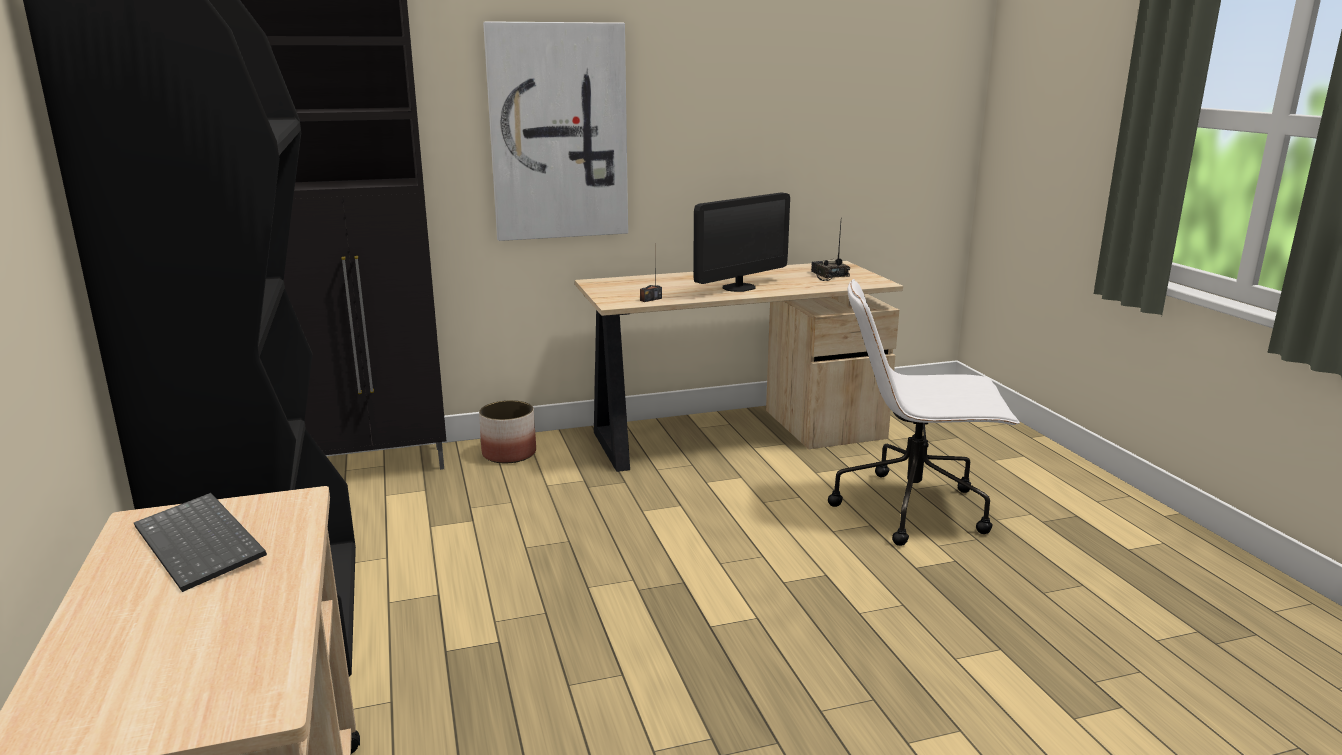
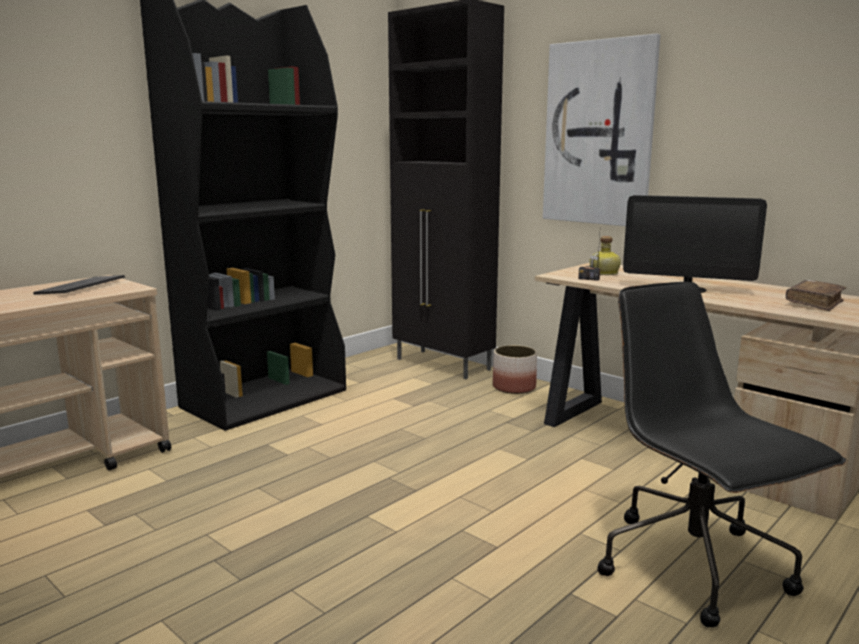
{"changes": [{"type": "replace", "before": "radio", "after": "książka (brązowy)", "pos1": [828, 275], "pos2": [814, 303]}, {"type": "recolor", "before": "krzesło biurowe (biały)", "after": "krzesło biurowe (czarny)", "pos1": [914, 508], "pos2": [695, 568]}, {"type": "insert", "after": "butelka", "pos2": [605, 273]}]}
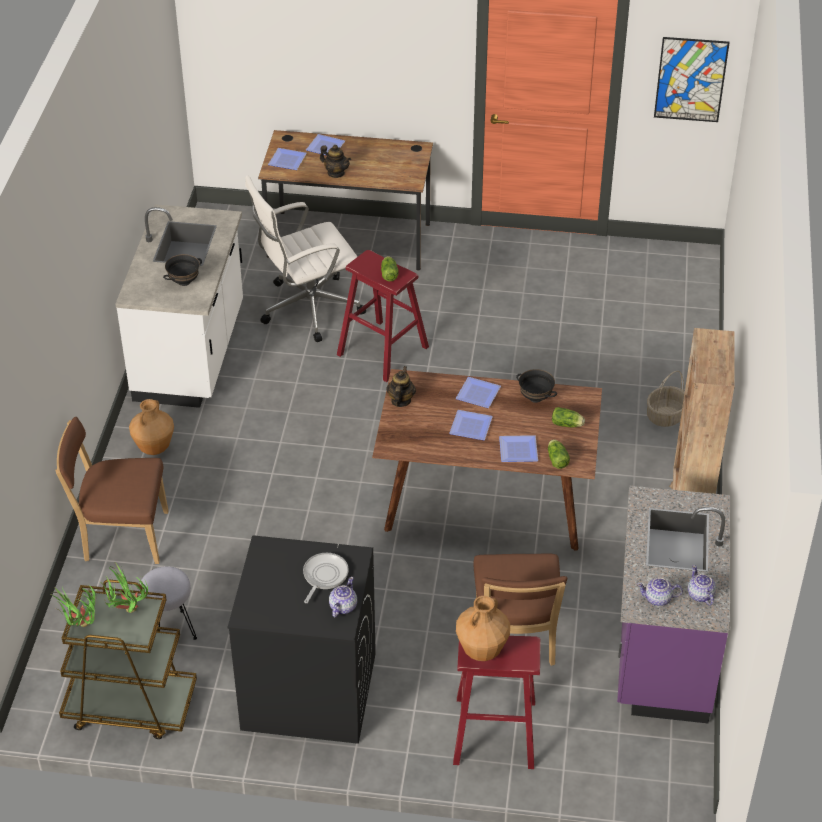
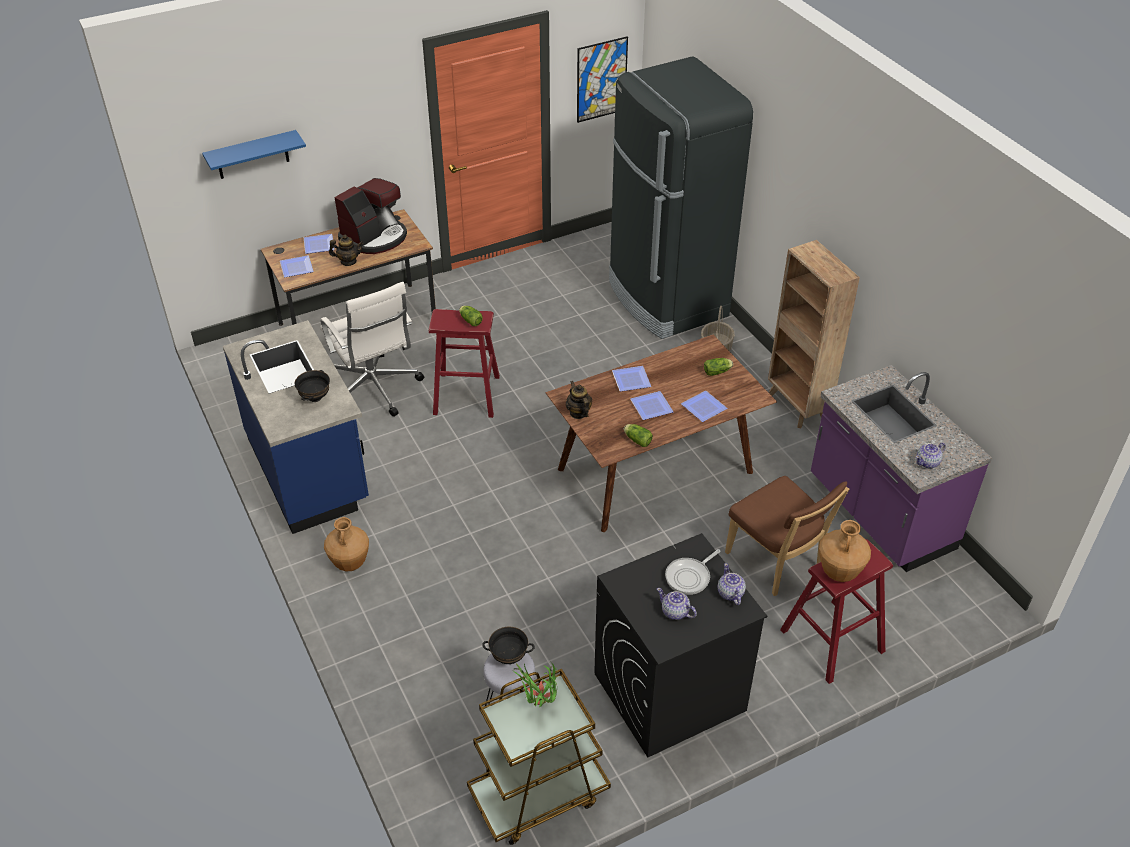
{"changes": [{"type": "delete", "before": "roślina doniczkowa", "pos1": [80, 628]}, {"type": "delete", "before": "krzesło (brązowy)", "pos1": [121, 536]}, {"type": "recolor", "before": "zabudowa kuchenna (biały)", "after": "zabudowa kuchenna (niebieski)", "pos1": [191, 354], "pos2": [309, 470]}, {"type": "rotate", "before": "krzesło biurowe (biały)", "pos1": [307, 308], "pos2": [374, 389], "turn": -60}, {"type": "rotate", "before": "patelnia", "pos1": [324, 576], "pos2": [690, 577], "turn": -120}, {"type": "move", "before": "miska (czarny)", "pos1": [536, 397], "pos2": [509, 656]}, {"type": "move", "before": "sałata", "pos1": [556, 459], "pos2": [636, 440]}, {"type": "move", "before": "imbryk", "pos1": [700, 595], "pos2": [675, 612]}, {"type": "insert", "after": "półka (niebieski)", "pos2": [252, 155]}, {"type": "insert", "after": "ekspres do kawy", "pos2": [375, 237]}, {"type": "insert", "after": "lodówka (czarny)", "pos2": [666, 300]}]}
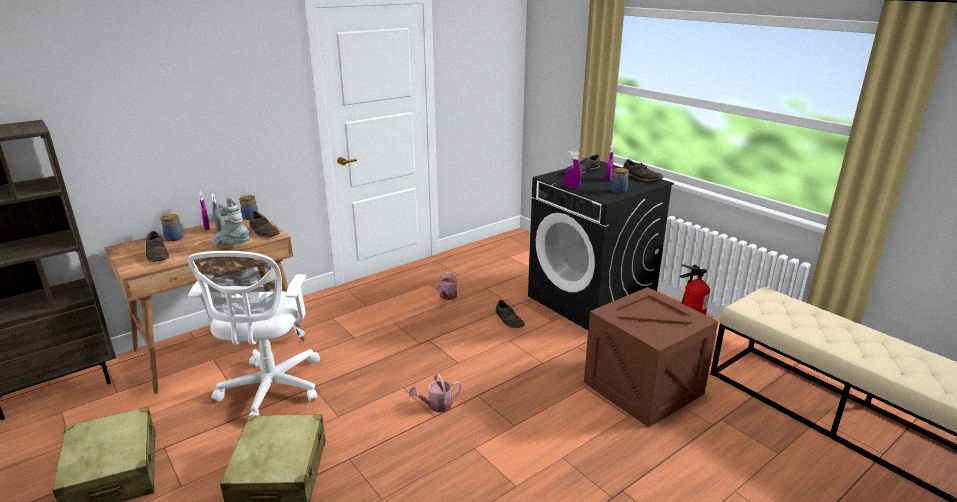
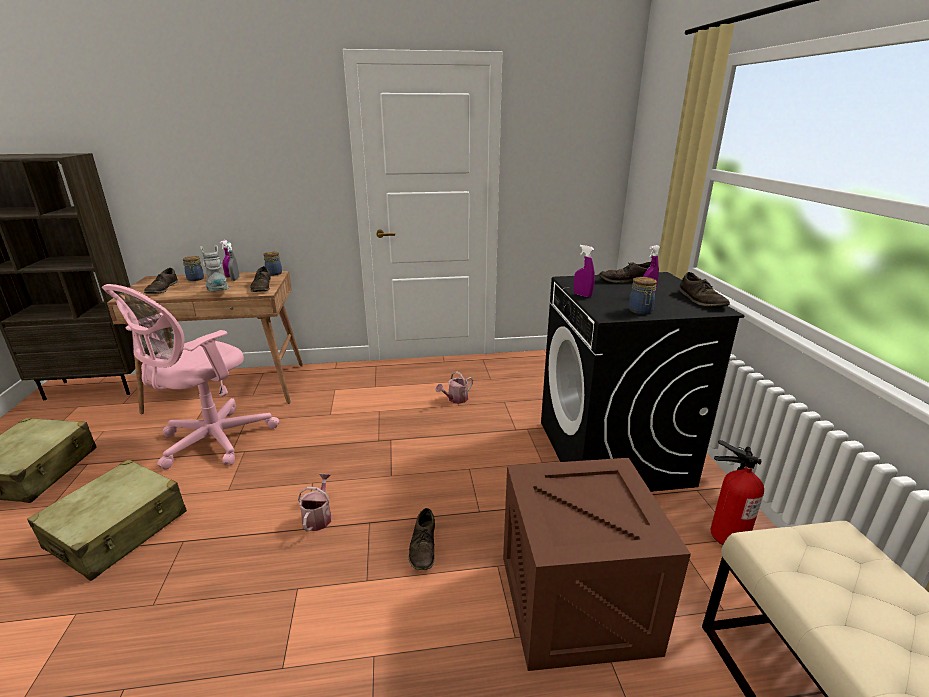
{"changes": [{"type": "recolor", "before": "krzesło biurowe (biały)", "after": "krzesło biurowe (różowy)", "pos1": [270, 391], "pos2": [211, 442]}, {"type": "rotate", "before": "konewka", "pos1": [436, 405], "pos2": [318, 517], "turn": 90}, {"type": "move", "before": "but (brązowy)", "pos1": [509, 320], "pos2": [423, 546]}]}
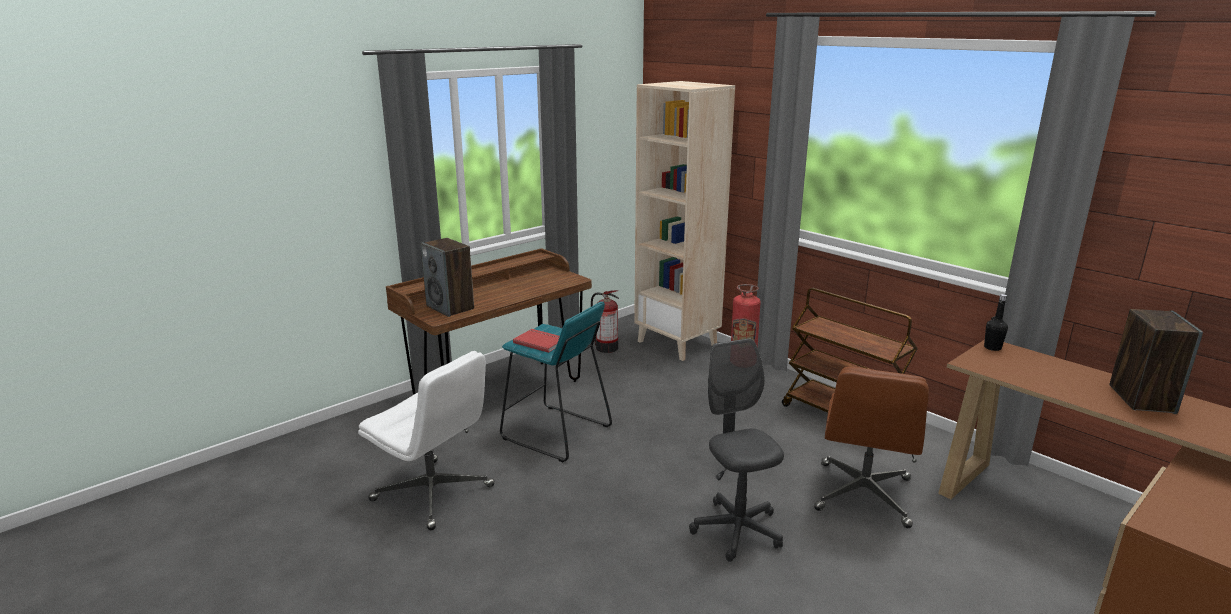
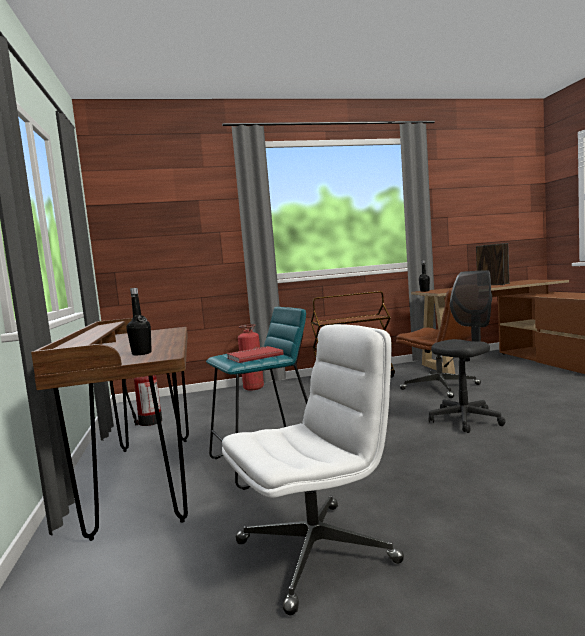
{"changes": [{"type": "replace", "before": "głośnik", "after": "butelka (czarny)", "pos1": [450, 307], "pos2": [141, 353]}, {"type": "delete", "before": "regał (beżowy)", "pos1": [678, 343]}, {"type": "rotate", "before": "krzesło biurowe (szary)", "pos1": [737, 530], "pos2": [465, 420], "turn": 135}]}
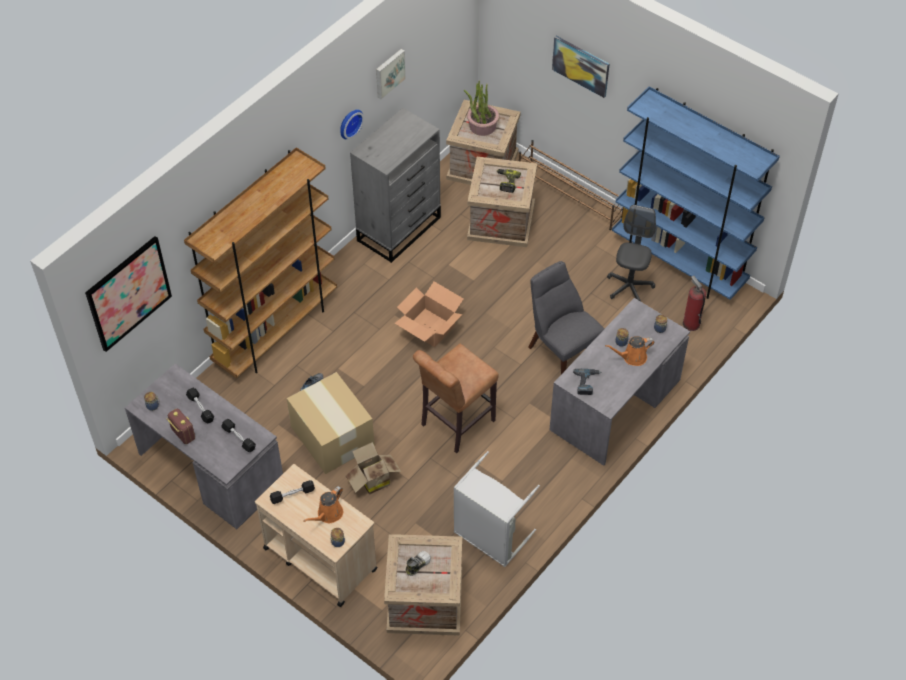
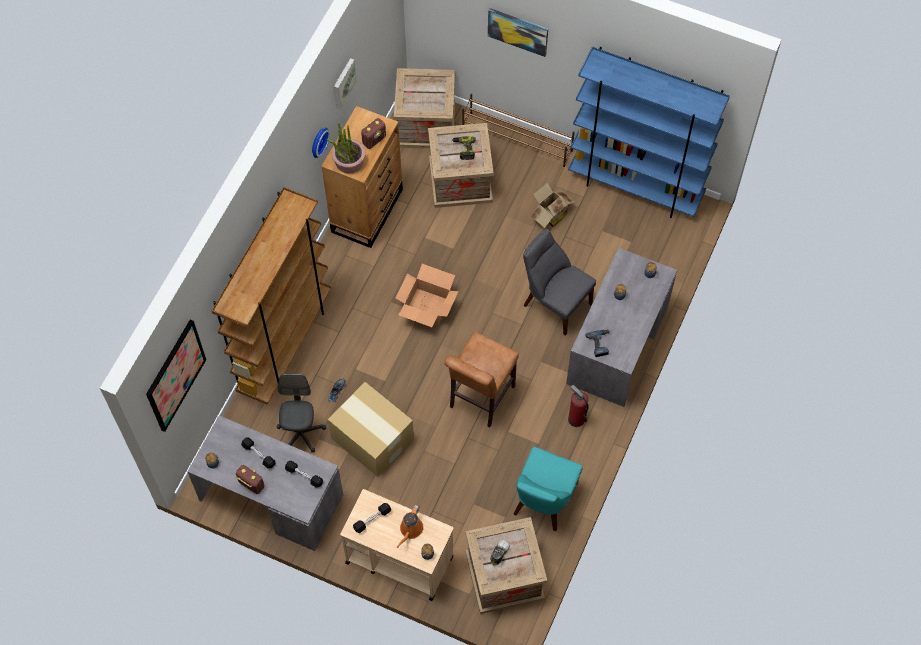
{"changes": [{"type": "move", "before": "karton", "pos1": [372, 480], "pos2": [550, 214]}, {"type": "recolor", "before": "komoda (szary)", "after": "komoda (brązowy)", "pos1": [399, 228], "pos2": [367, 210]}, {"type": "replace", "before": "kosz na pranie (szary)", "after": "krzesło (turkusowy)", "pos1": [489, 537], "pos2": [543, 501]}, {"type": "move", "before": "roślina doniczkowa", "pos1": [482, 126], "pos2": [349, 161]}, {"type": "delete", "before": "konewka (pomarańczowy)", "pos1": [632, 357]}, {"type": "move", "before": "krzesło biurowe (szary)", "pos1": [629, 287], "pos2": [301, 433]}, {"type": "move", "before": "gaśnica", "pos1": [691, 324], "pos2": [576, 419]}, {"type": "insert", "after": "radio", "pos2": [374, 140]}]}
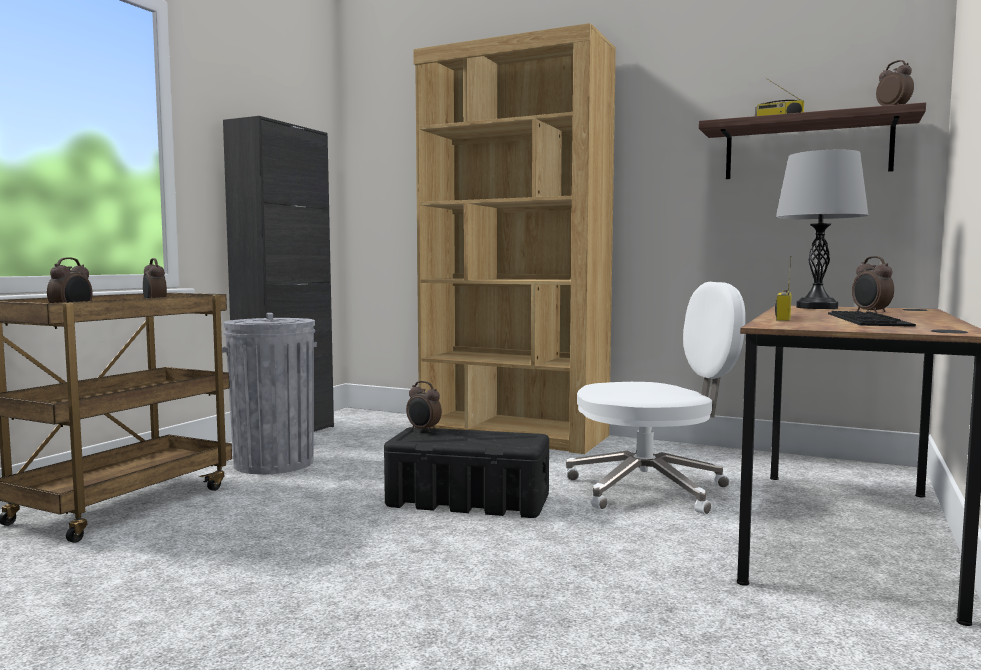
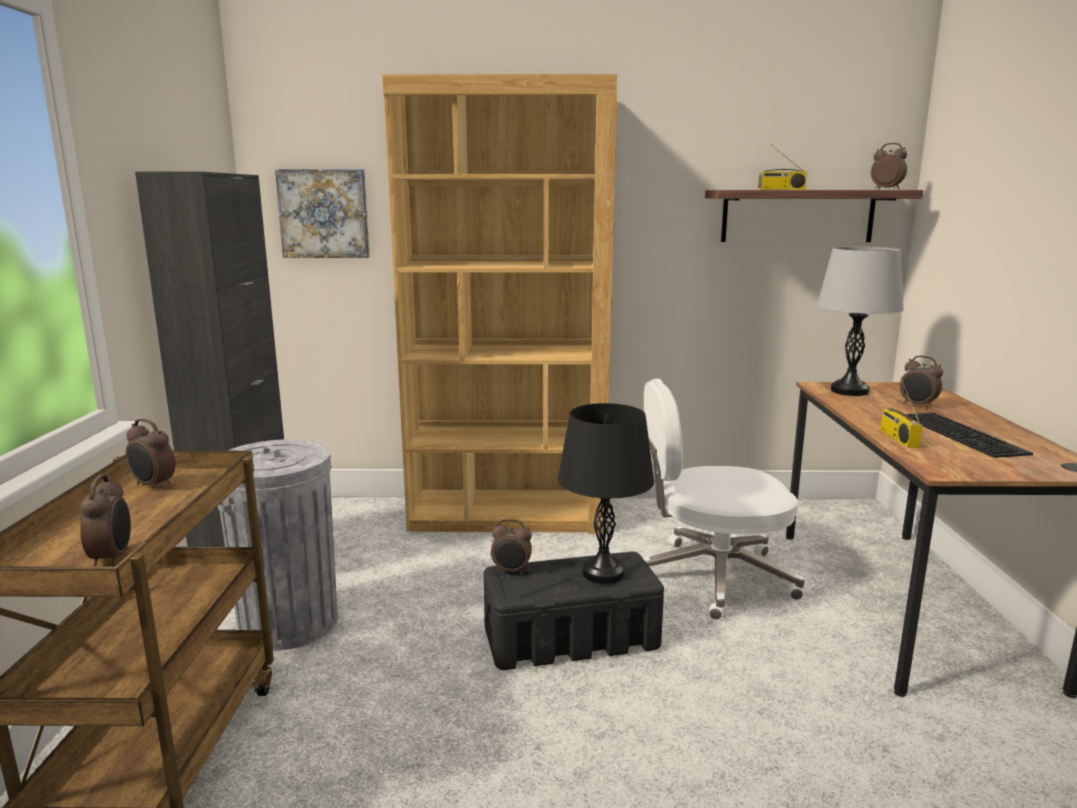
{"changes": [{"type": "rotate", "before": "krzesło biurowe (biały)", "pos1": [651, 489], "pos2": [712, 577], "turn": -150}, {"type": "insert", "after": "obraz", "pos2": [324, 213]}, {"type": "insert", "after": "lampa stołowa (czarny)", "pos2": [603, 573]}]}
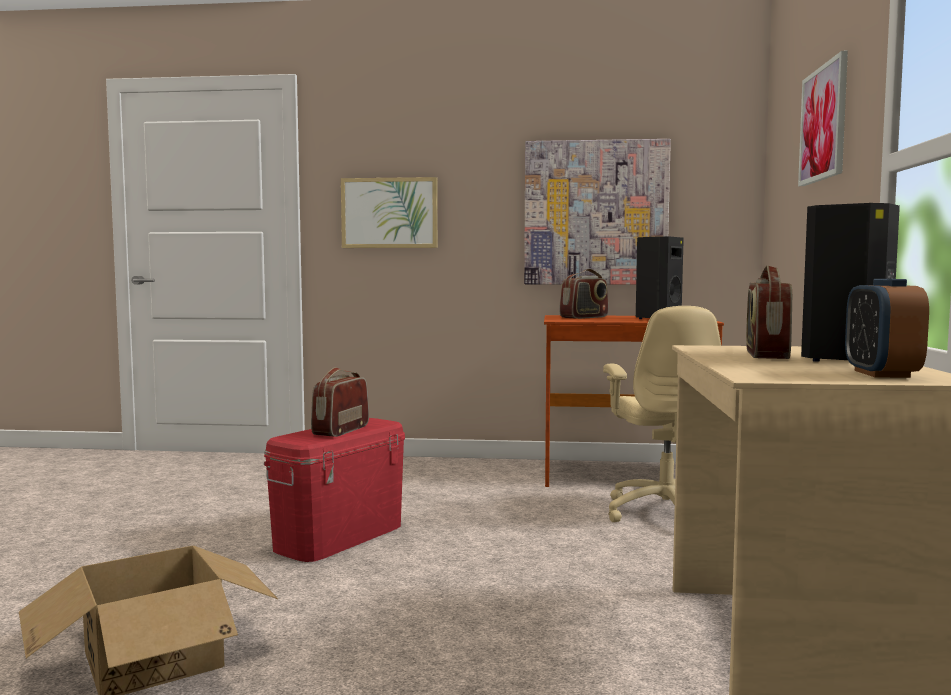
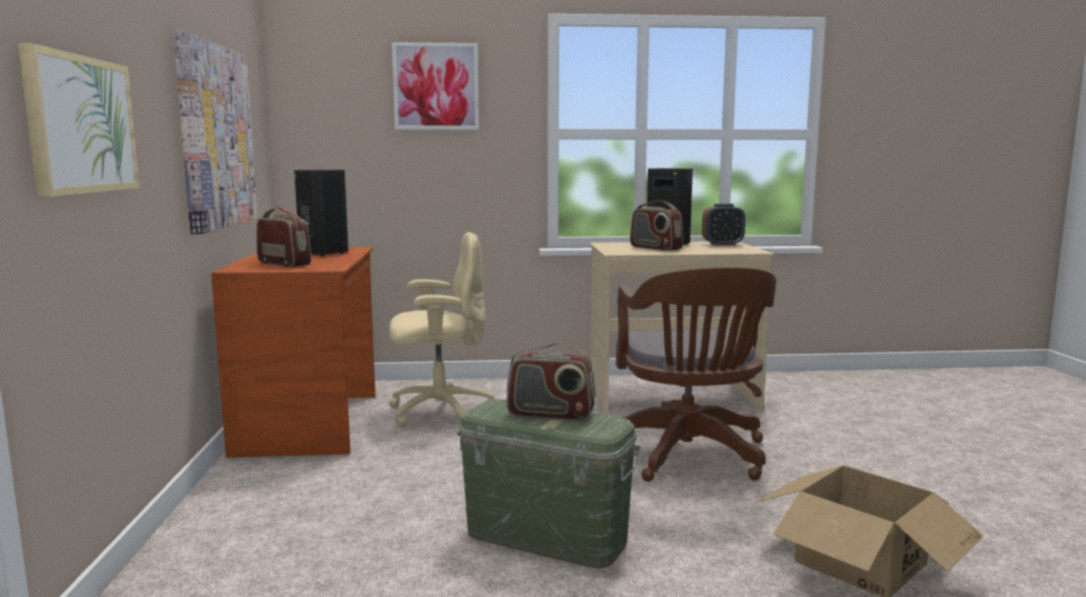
{"changes": [{"type": "recolor", "before": "pojemnik do przechowywania (czerwony)", "after": "pojemnik do przechowywania (zielony)", "pos1": [339, 537], "pos2": [547, 537]}, {"type": "rotate", "before": "radio", "pos1": [765, 354], "pos2": [655, 248], "turn": 45}, {"type": "insert", "after": "krzesło biurowe (brązowy)", "pos2": [688, 456]}]}
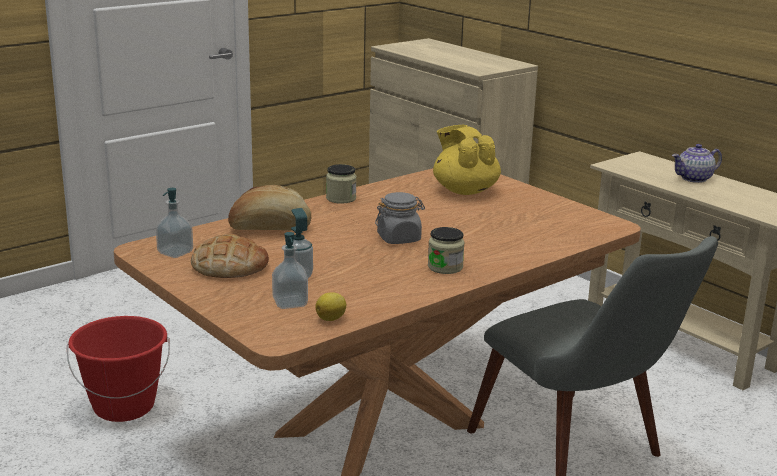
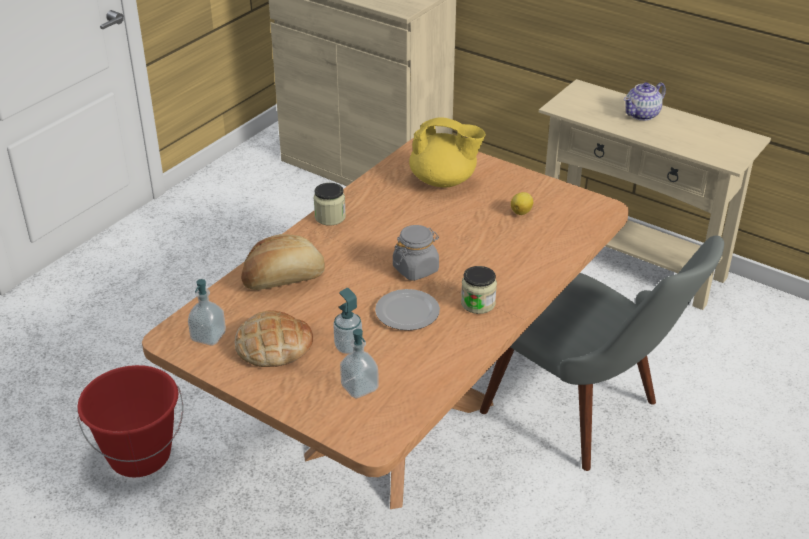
{"changes": [{"type": "move", "before": "cytryna", "pos1": [331, 319], "pos2": [521, 212]}, {"type": "rotate", "before": "imbryk (żółty)", "pos1": [464, 190], "pos2": [444, 181], "turn": 150}, {"type": "insert", "after": "talerz", "pos2": [406, 312]}]}
